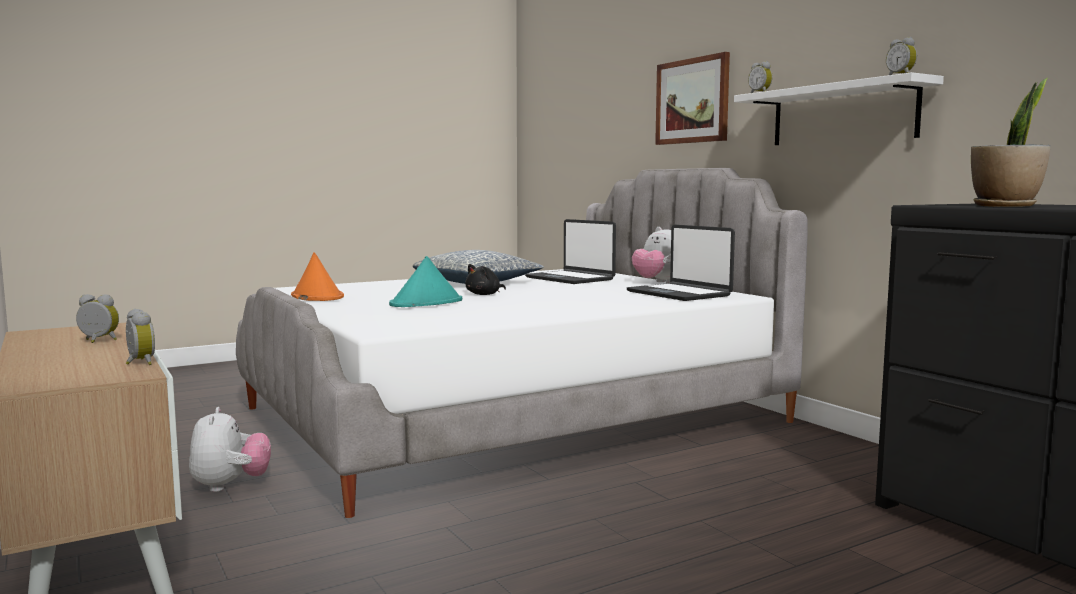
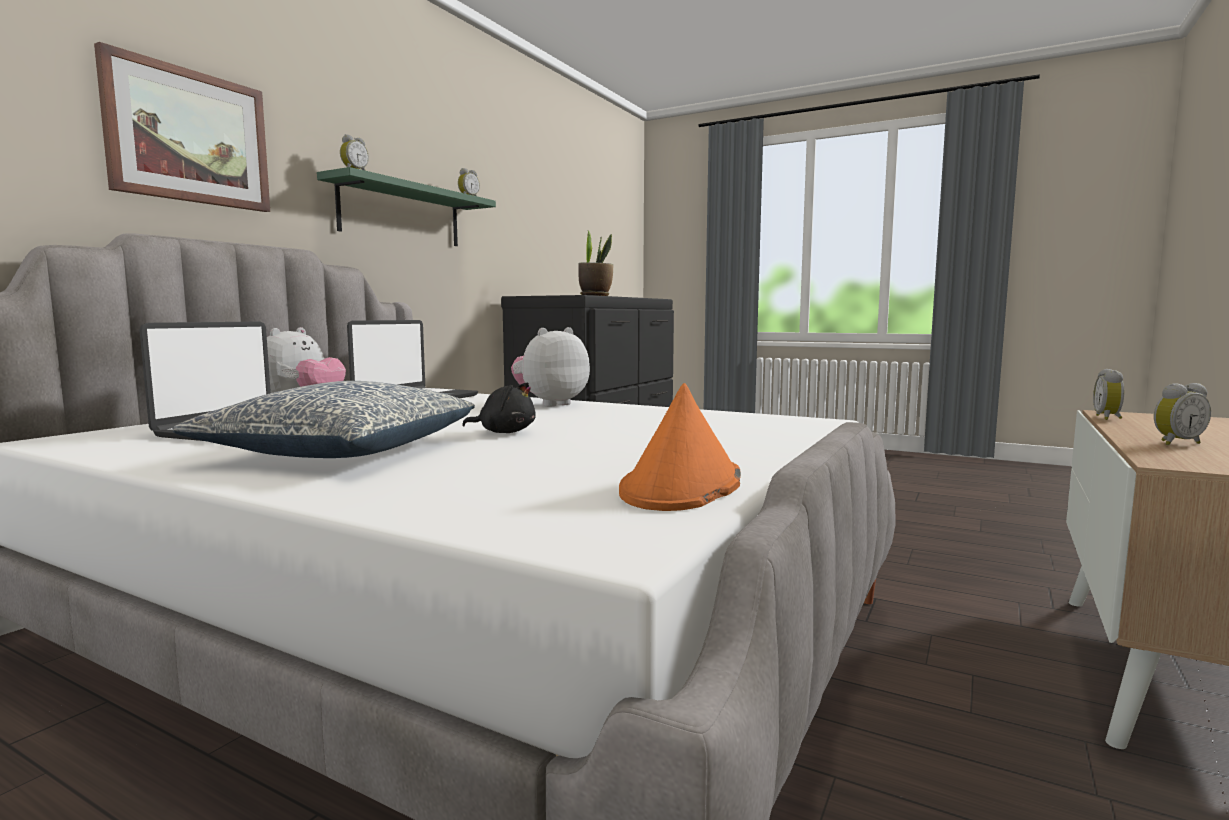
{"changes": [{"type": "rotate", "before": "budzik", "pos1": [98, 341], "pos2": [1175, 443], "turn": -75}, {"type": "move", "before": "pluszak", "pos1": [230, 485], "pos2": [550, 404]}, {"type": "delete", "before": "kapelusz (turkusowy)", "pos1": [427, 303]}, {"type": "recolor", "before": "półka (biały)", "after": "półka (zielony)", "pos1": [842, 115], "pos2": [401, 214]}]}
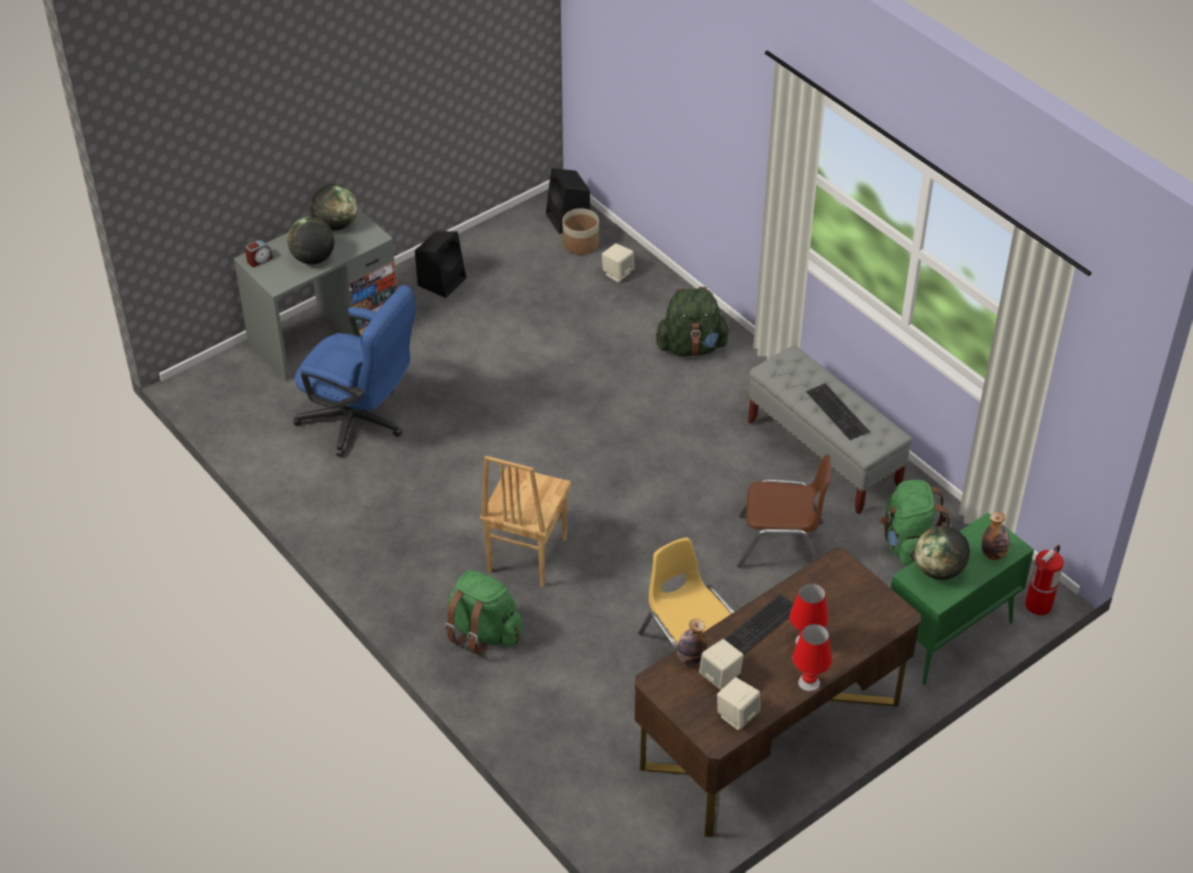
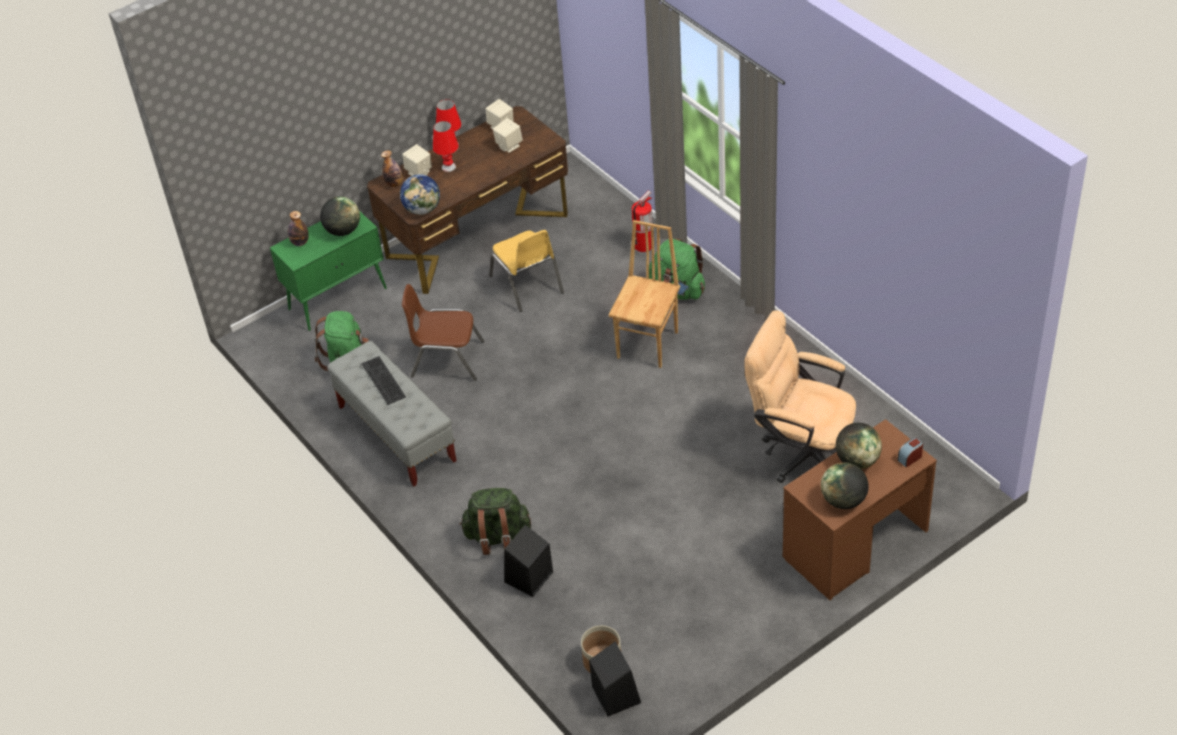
{"changes": [{"type": "recolor", "before": "biurko (szary)", "after": "biurko (brązowy)", "pos1": [324, 332], "pos2": [855, 544]}, {"type": "recolor", "before": "krzesło biurowe (niebieski)", "after": "krzesło biurowe (beżowy)", "pos1": [361, 422], "pos2": [801, 451]}, {"type": "move", "before": "głośnik (czarny)", "pos1": [442, 281], "pos2": [528, 578]}, {"type": "move", "before": "głośnik (beżowy)", "pos1": [617, 273], "pos2": [419, 172]}, {"type": "move", "before": "butelka", "pos1": [690, 659], "pos2": [394, 183]}, {"type": "delete", "before": "klawiatura", "pos1": [760, 627]}, {"type": "move", "before": "gaśnica", "pos1": [1038, 605], "pos2": [643, 245]}, {"type": "insert", "after": "globus", "pos2": [422, 209]}]}
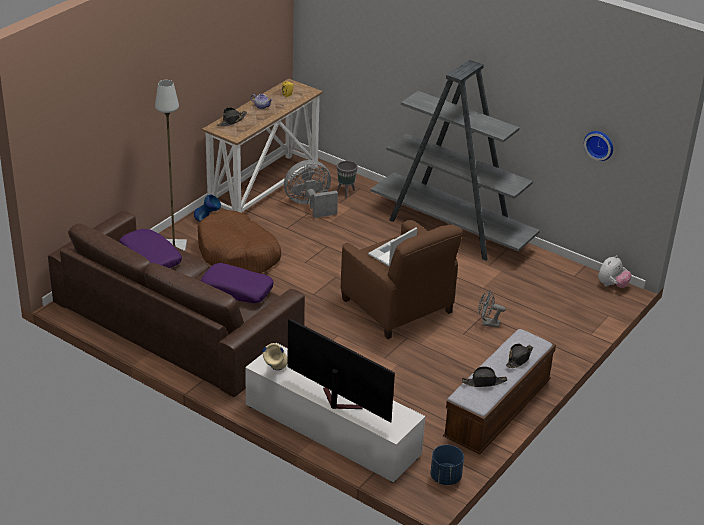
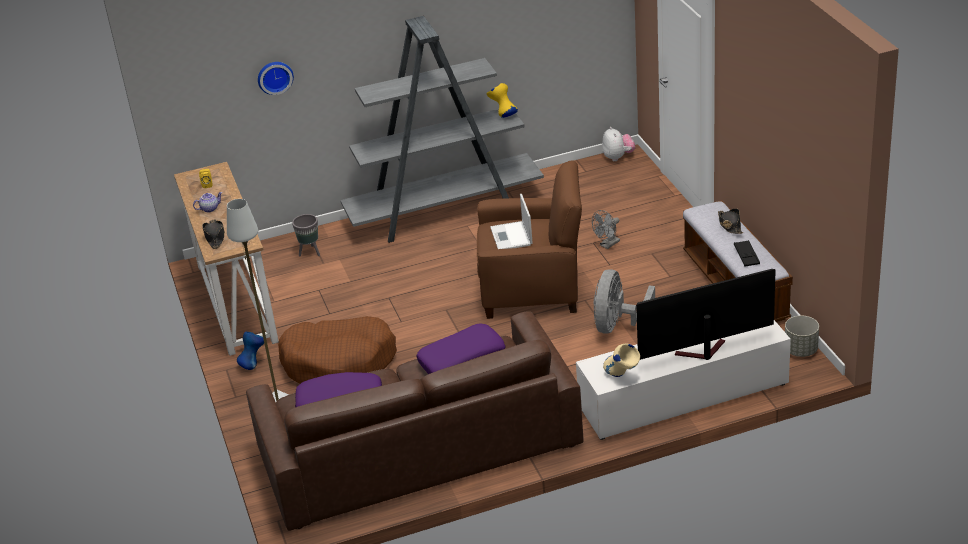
{"changes": [{"type": "move", "before": "wentylator (szary)", "pos1": [310, 205], "pos2": [617, 326]}, {"type": "recolor", "before": "donica (niebieski)", "after": "donica (szary)", "pos1": [445, 477], "pos2": [800, 350]}, {"type": "replace", "before": "kapelusz (czarny)", "after": "taca (czarny)", "pos1": [484, 382], "pos2": [746, 256]}, {"type": "move", "before": "zegar ścienny", "pos1": [599, 144], "pos2": [274, 77]}, {"type": "insert", "after": "wazon (żółty)", "pos2": [503, 115]}]}
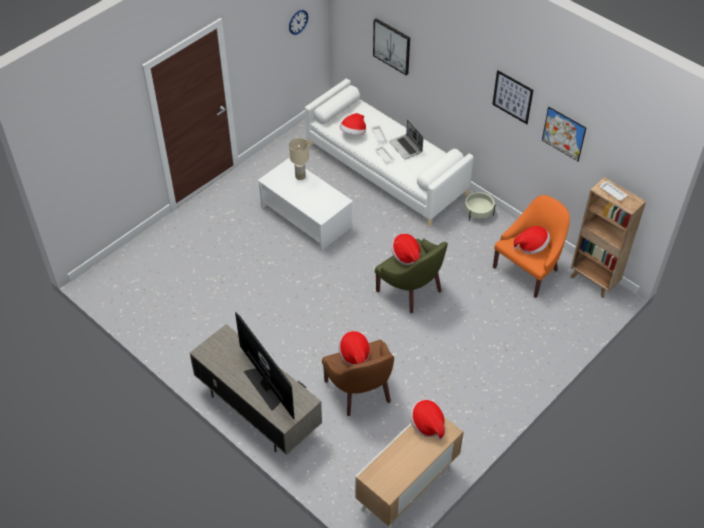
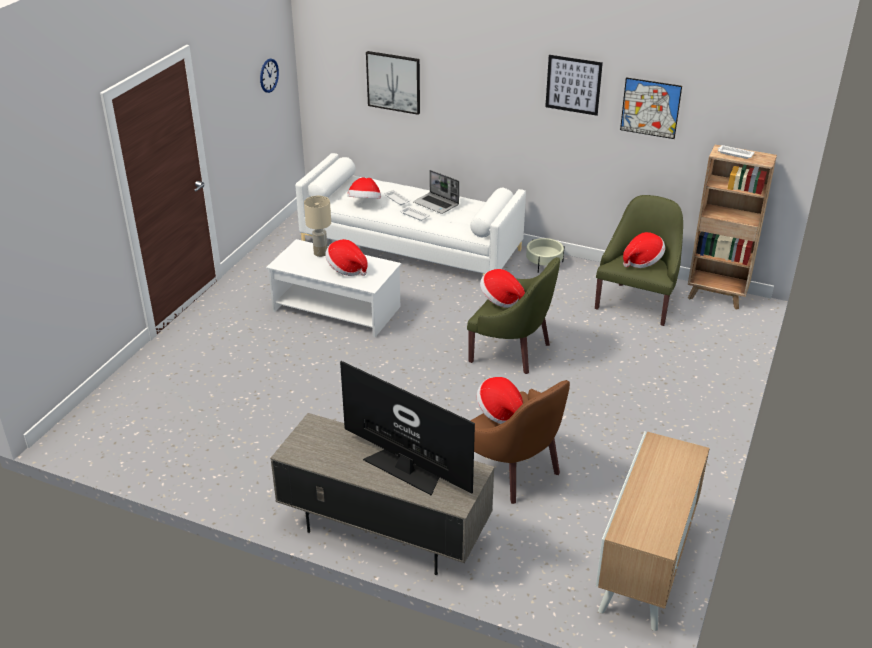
{"changes": [{"type": "move", "before": "kapelusz", "pos1": [427, 425], "pos2": [346, 269]}, {"type": "recolor", "before": "fotel (pomarańczowy)", "after": "fotel (zielony)", "pos1": [528, 270], "pos2": [637, 302]}]}
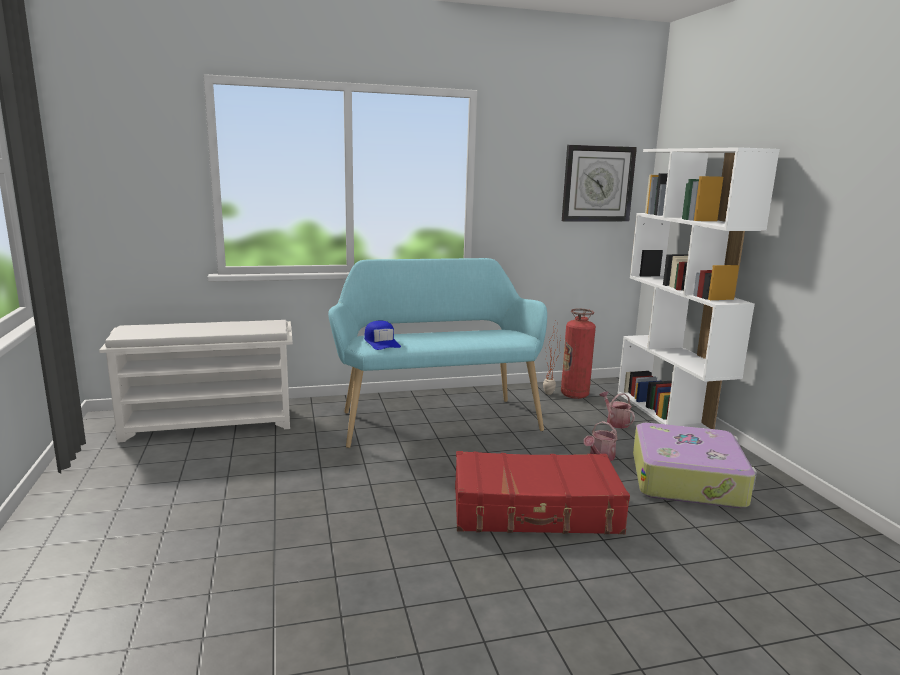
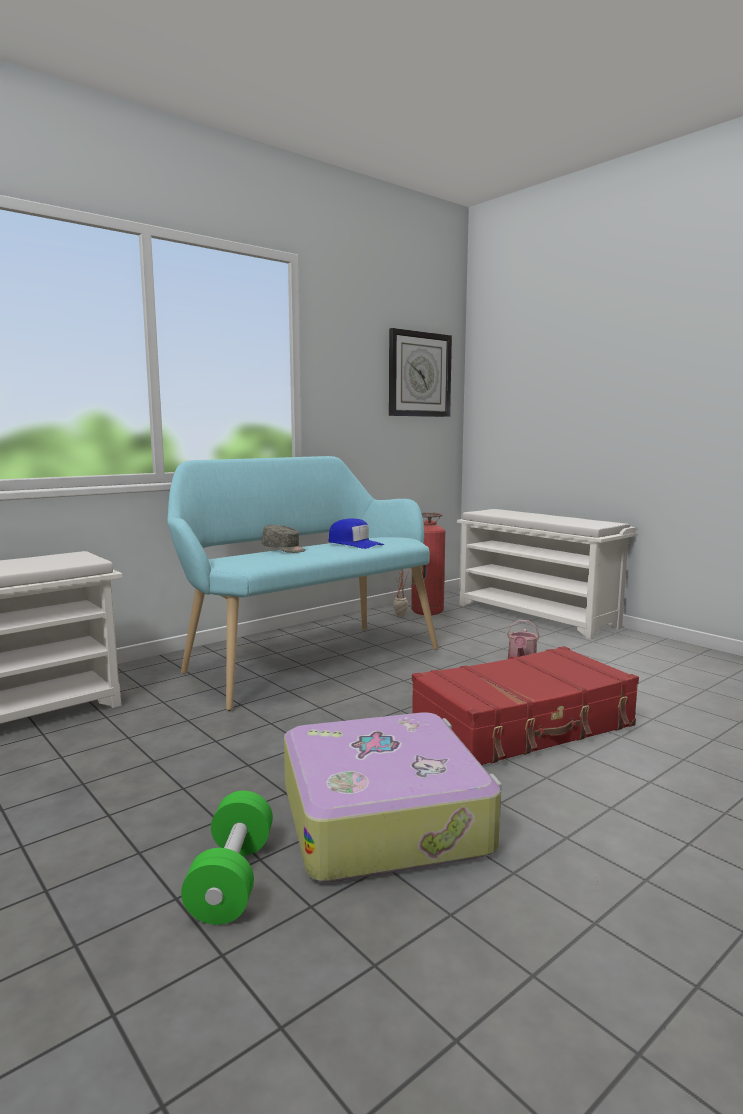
{"changes": [{"type": "move", "before": "czapka z daszkiem (niebieski)", "pos1": [381, 342], "pos2": [354, 544]}, {"type": "delete", "before": "konewka", "pos1": [615, 422]}, {"type": "replace", "before": "regał (biały)", "after": "regał na buty (biały)", "pos1": [670, 416], "pos2": [537, 616]}, {"type": "move", "before": "walizka", "pos1": [688, 479], "pos2": [385, 816]}, {"type": "insert", "after": "hantel (zielony)", "pos2": [232, 879]}, {"type": "insert", "after": "czapka z daszkiem (szary)", "pos2": [284, 549]}]}
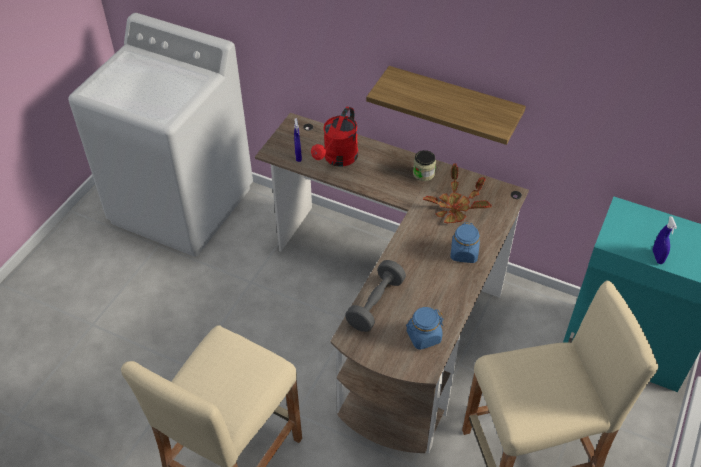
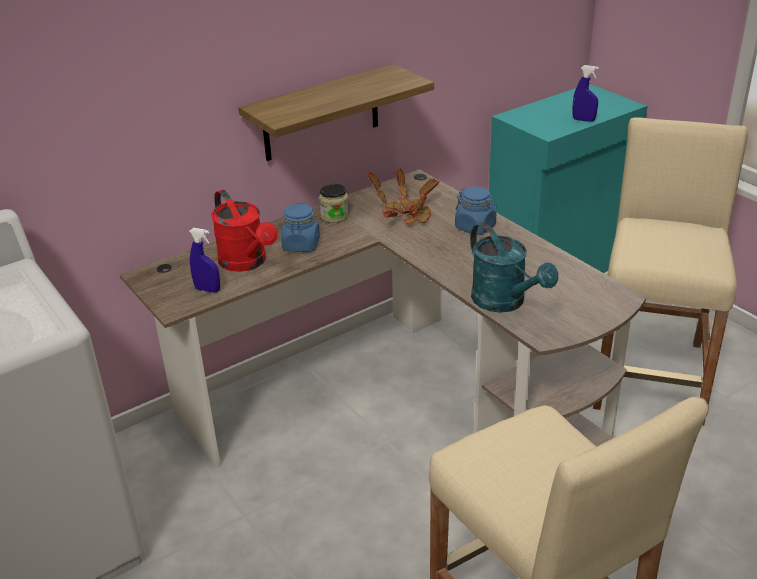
{"changes": [{"type": "replace", "before": "hantel (szary)", "after": "konewka (turkusowy)", "pos1": [375, 304], "pos2": [505, 302]}, {"type": "move", "before": "słoik (niebieski)", "pos1": [423, 337], "pos2": [301, 245]}]}
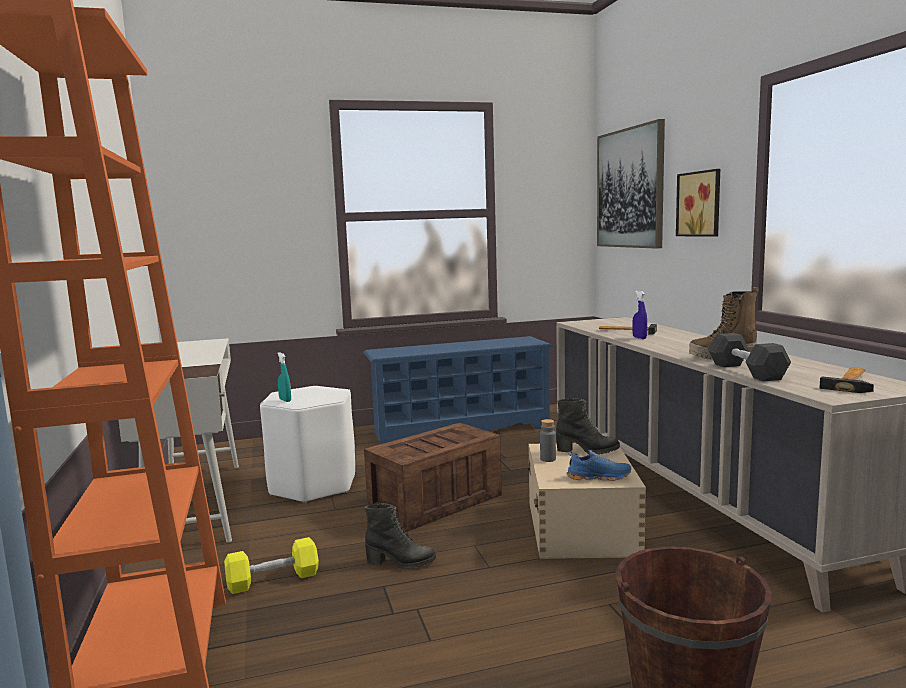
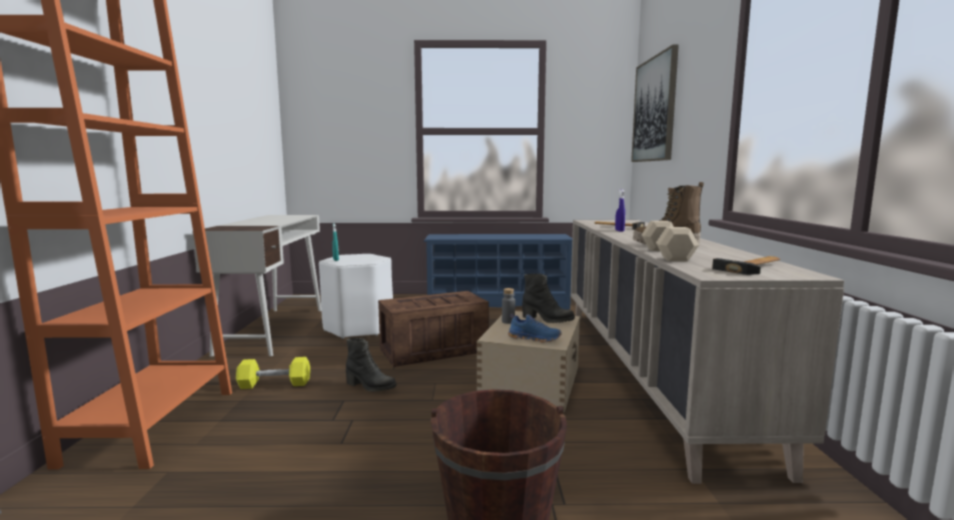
{"changes": [{"type": "delete", "before": "obraz", "pos1": [701, 204]}, {"type": "recolor", "before": "hantel (czarny)", "after": "hantel (beżowy)", "pos1": [746, 371], "pos2": [666, 254]}]}
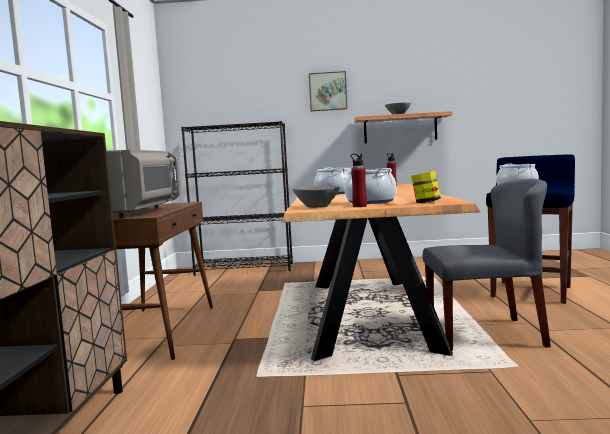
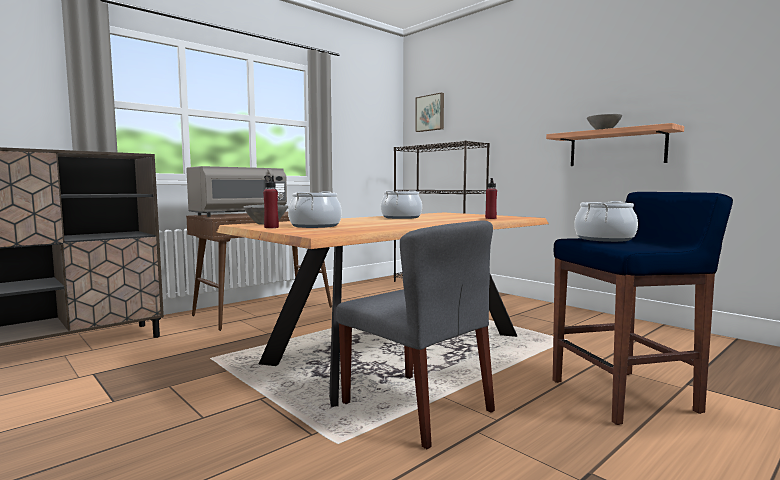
{"changes": [{"type": "move", "before": "obraz", "pos1": [328, 91], "pos2": [430, 113]}, {"type": "delete", "before": "słoik", "pos1": [426, 202]}]}
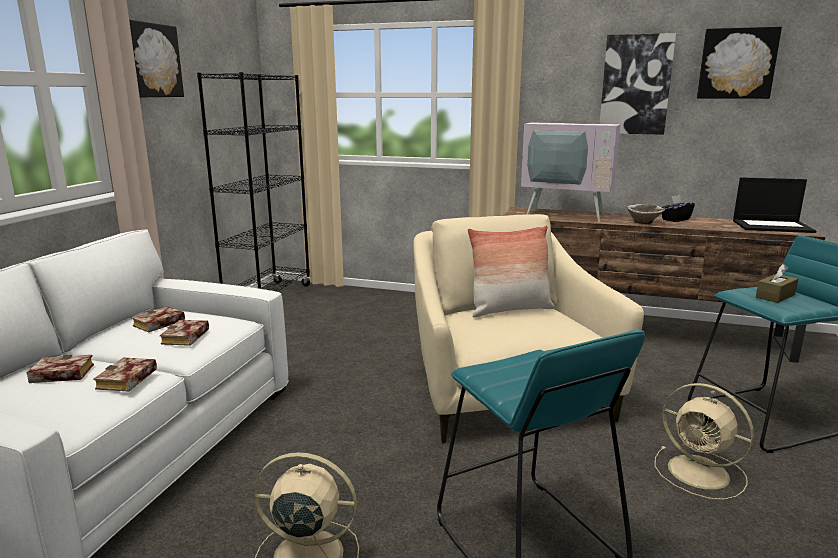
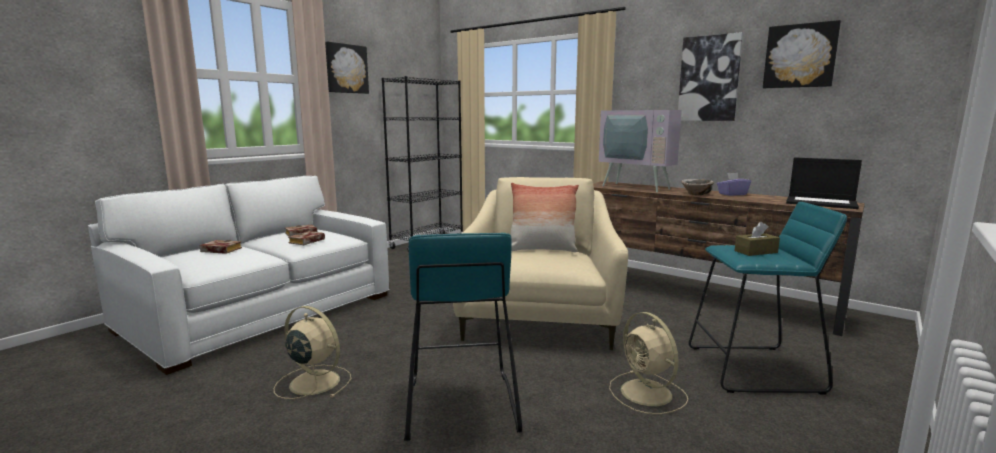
{"changes": [{"type": "delete", "before": "książka", "pos1": [127, 380]}, {"type": "recolor", "before": "pudełko chusteczek (czarny)", "after": "pudełko chusteczek (fioletowy)", "pos1": [675, 219], "pos2": [732, 194]}]}
